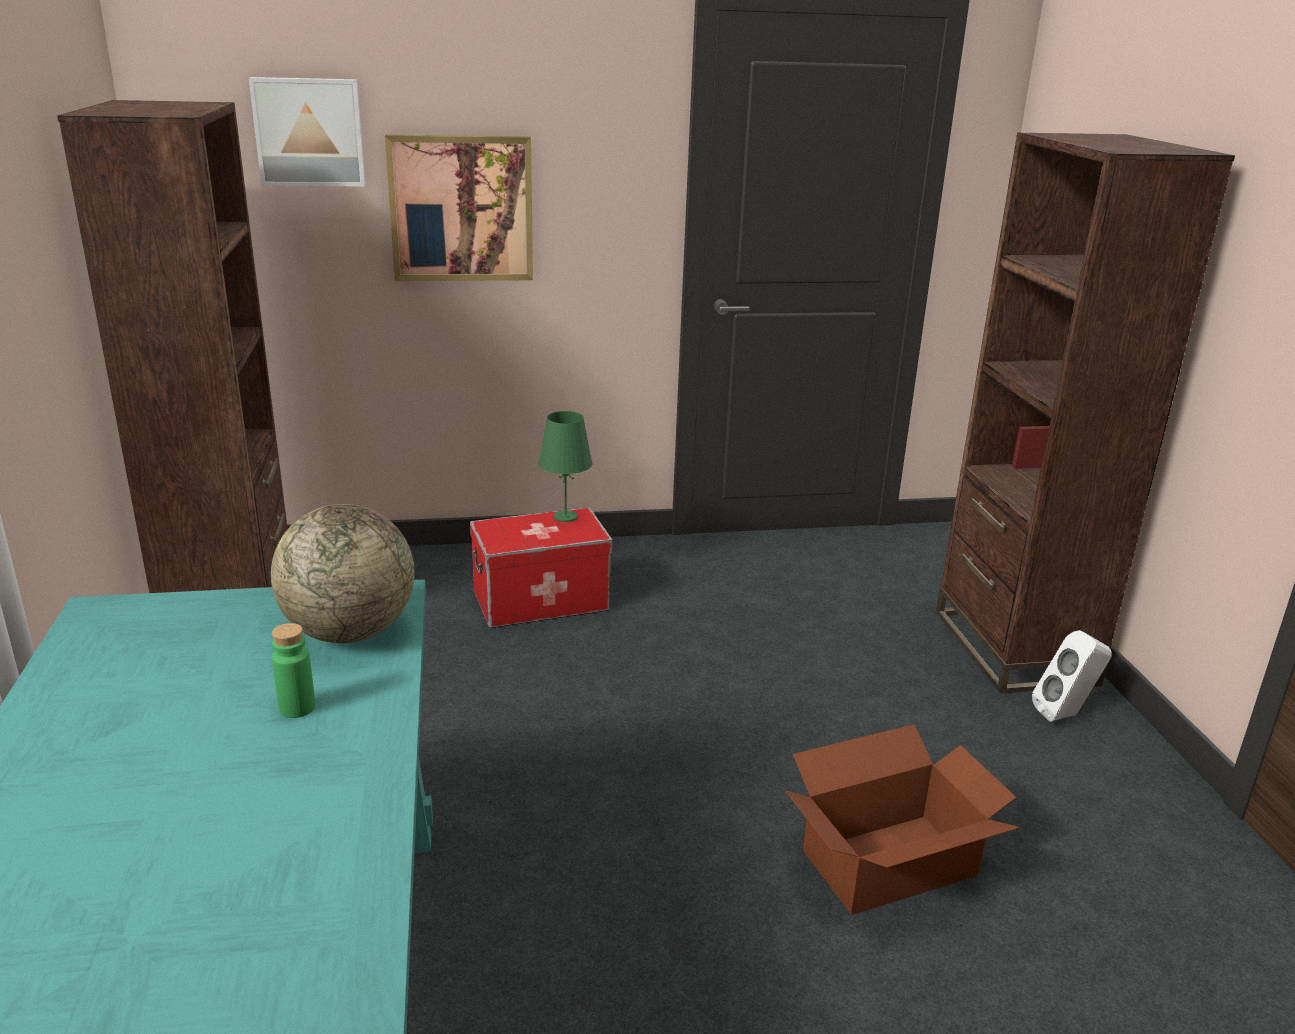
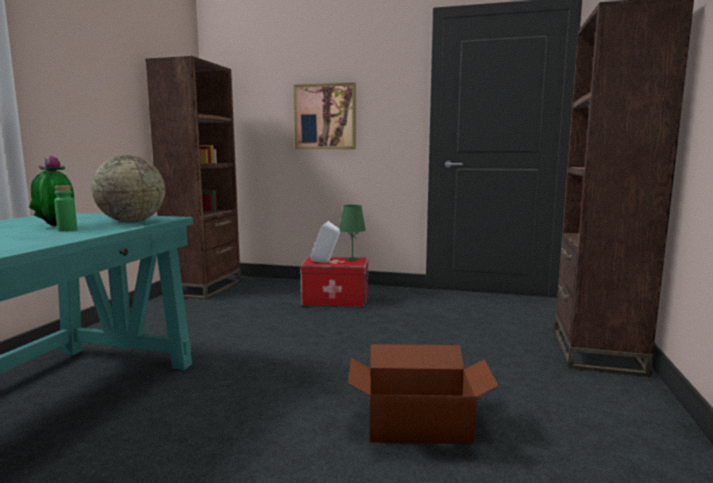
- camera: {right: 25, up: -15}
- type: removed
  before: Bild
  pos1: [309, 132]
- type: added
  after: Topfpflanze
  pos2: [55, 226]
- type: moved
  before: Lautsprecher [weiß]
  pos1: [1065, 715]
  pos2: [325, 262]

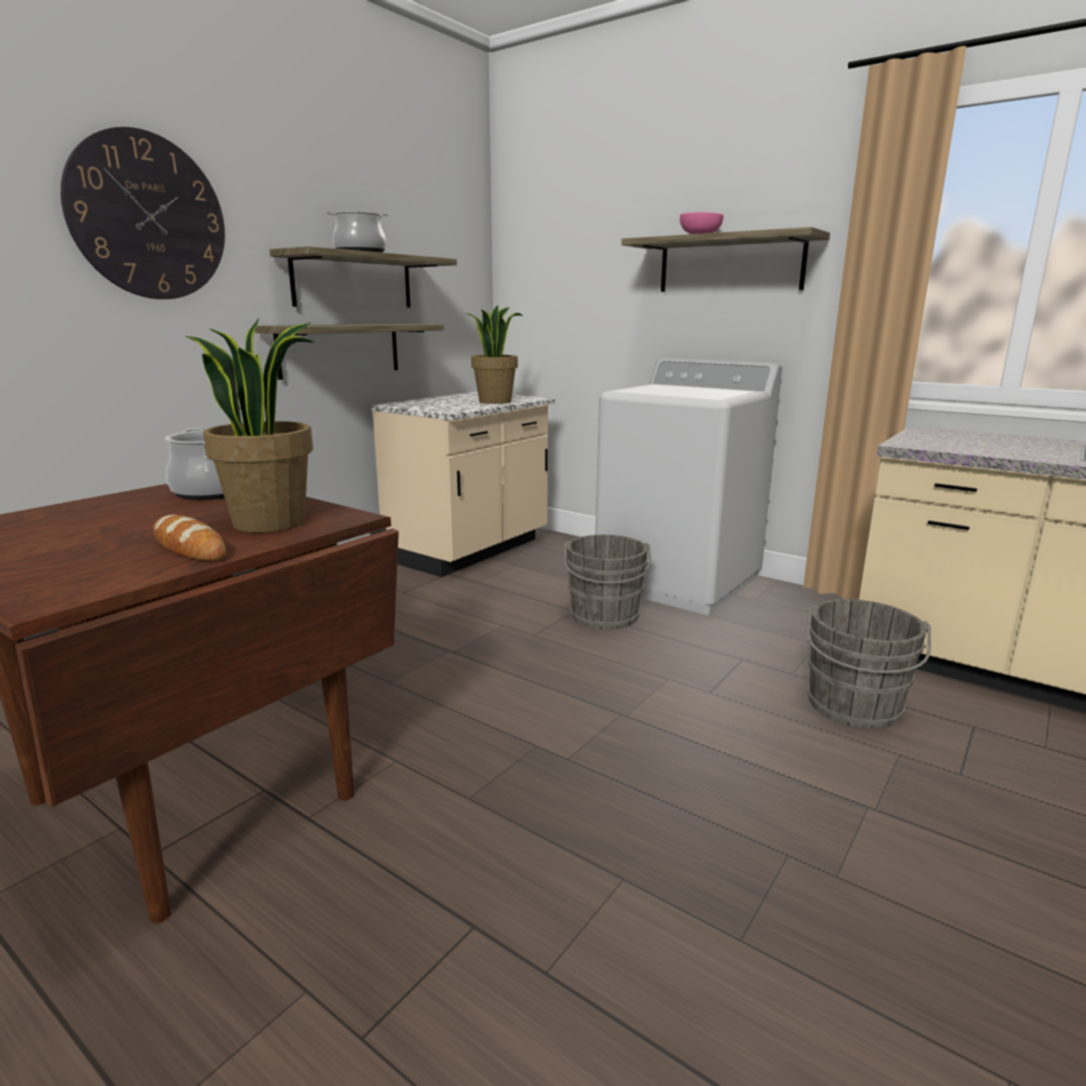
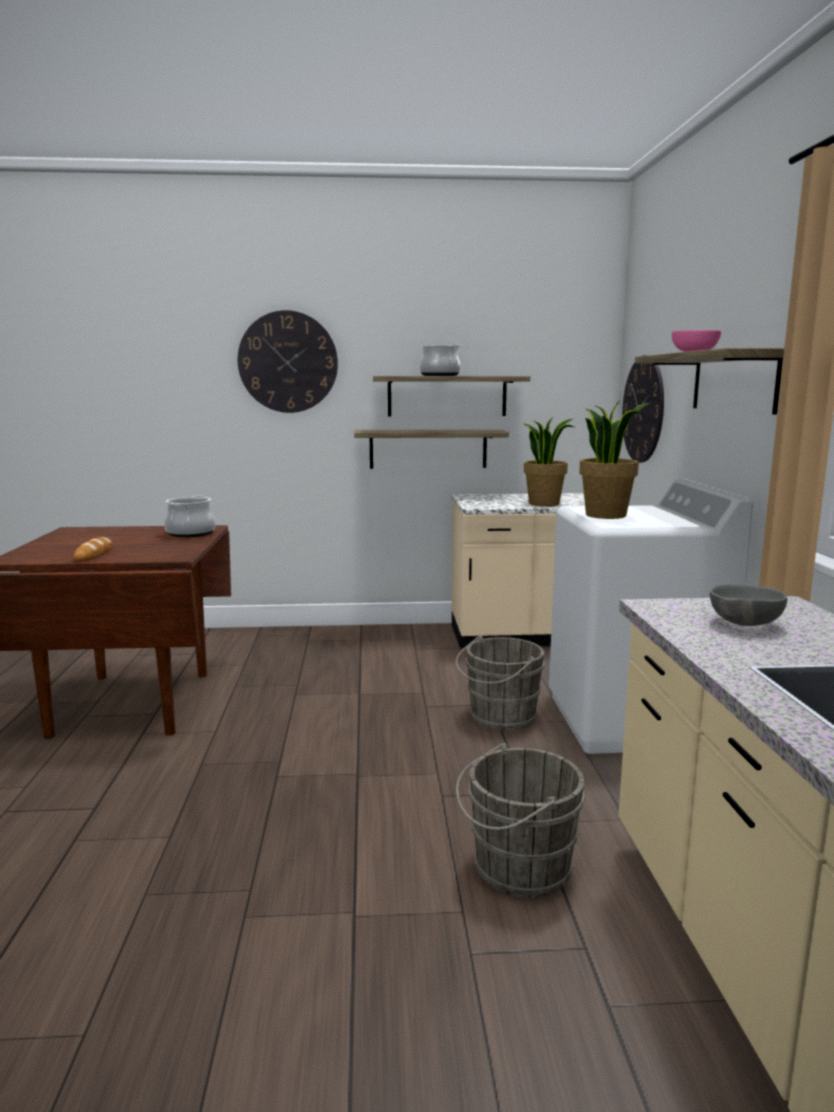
- camera: {right: 50, up: -5}
- type: added
  after: Wanduhr
  pos2: [643, 409]
- type: added
  after: Schüssel [grau]
  pos2: [743, 624]
- type: moved
  before: Topfpflanze
  pos1: [270, 522]
  pos2: [606, 515]

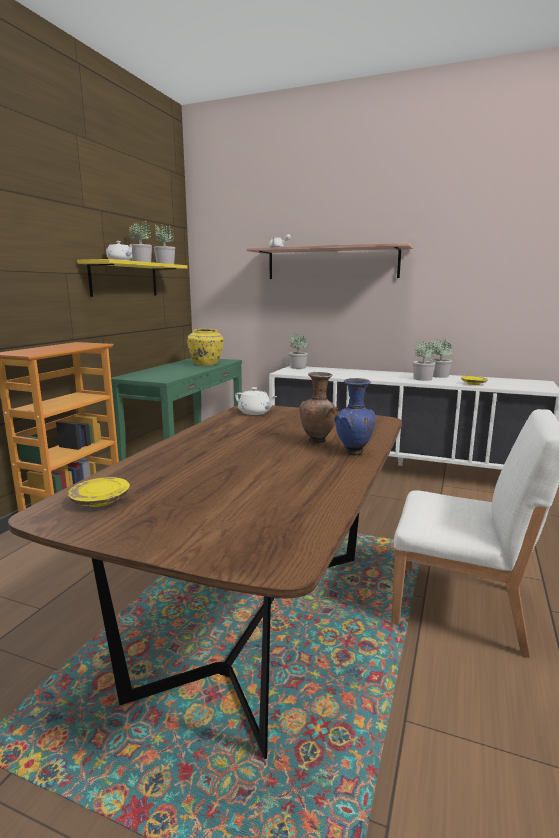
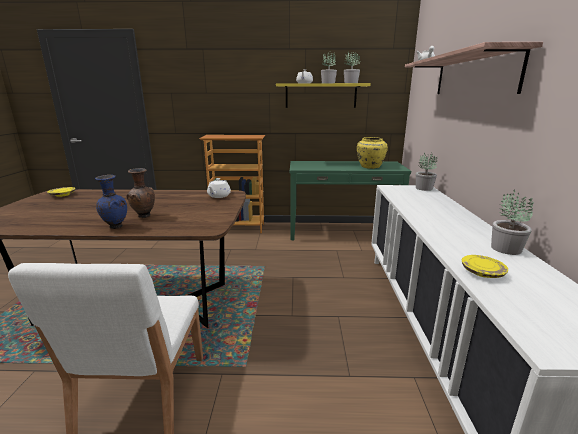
- camera: {right: 70, up: 5}
- type: removed
  before: Topfpflanze
  pos1: [423, 379]

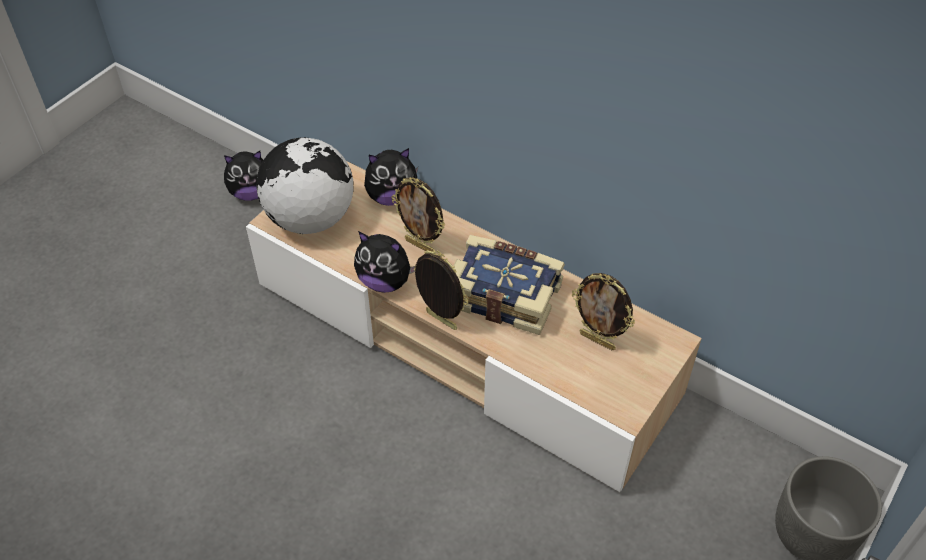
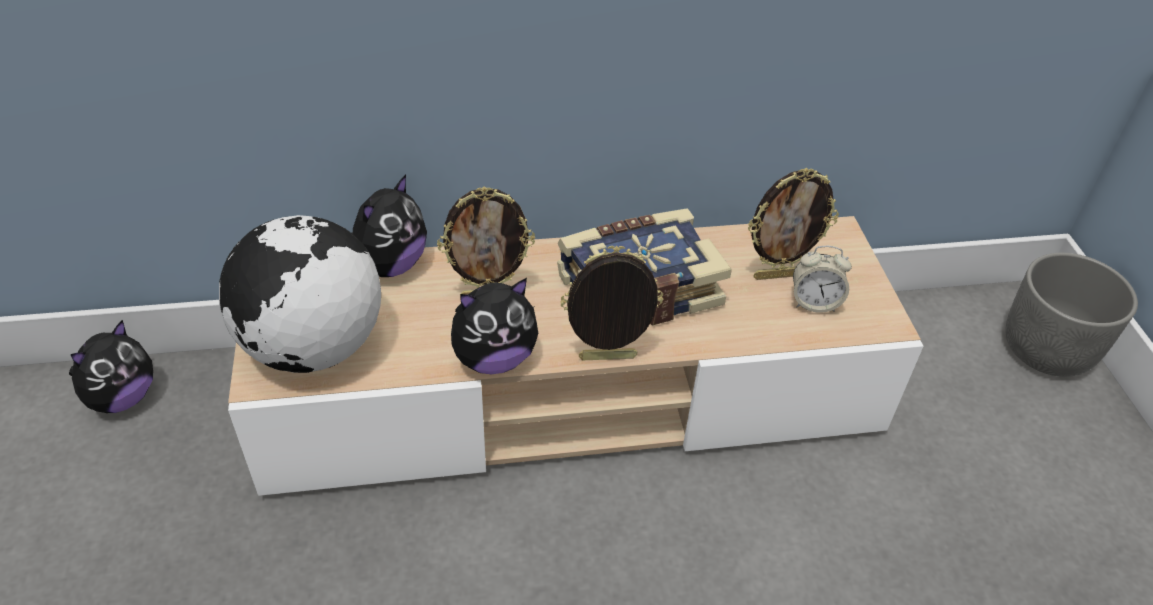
- camera: {right: -45, up: -5}
- type: added
  after: Wecker
  pos2: [814, 302]

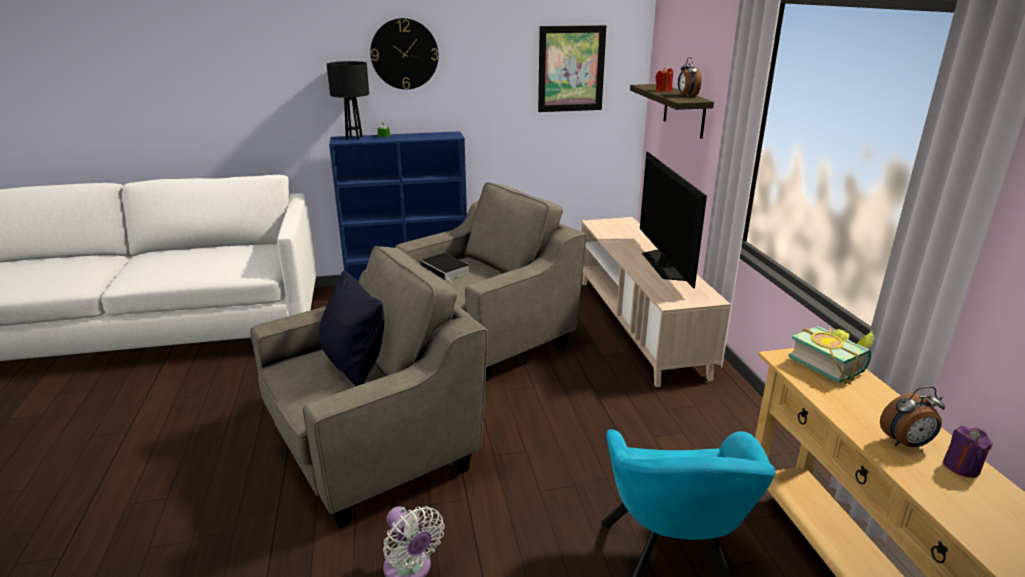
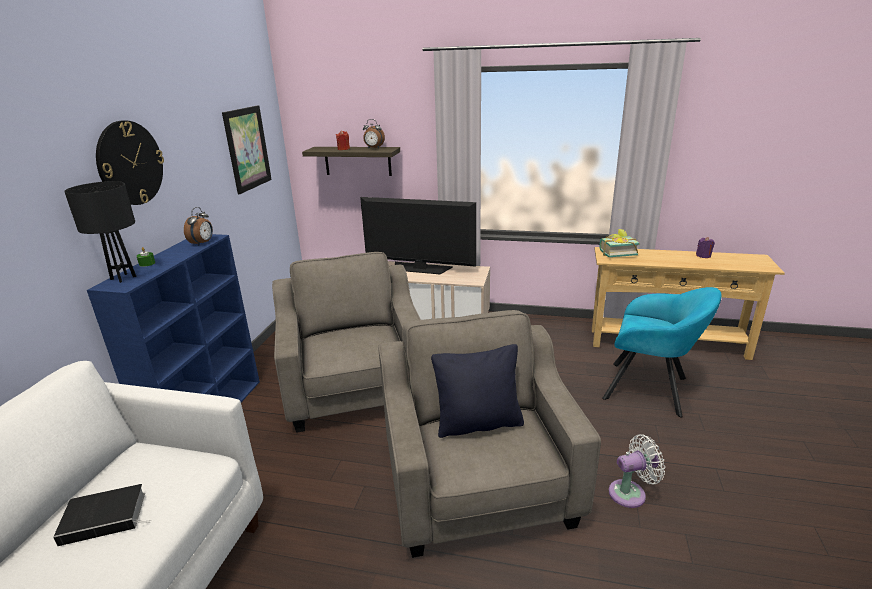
- camera: {right: -65, up: 0}
- type: moved
  before: Buch
  pos1: [446, 270]
  pos2: [107, 517]
- type: moved
  before: Wecker
  pos1: [906, 444]
  pos2: [202, 243]

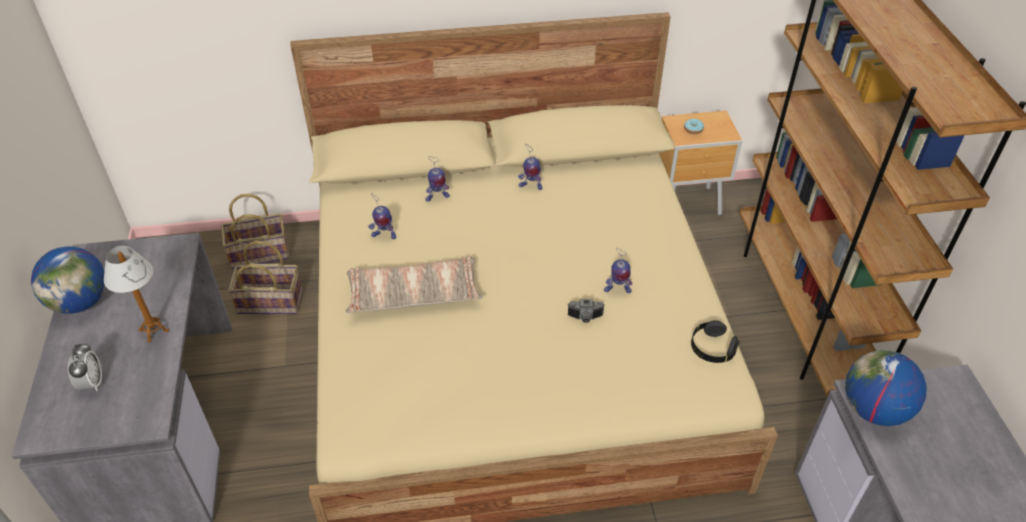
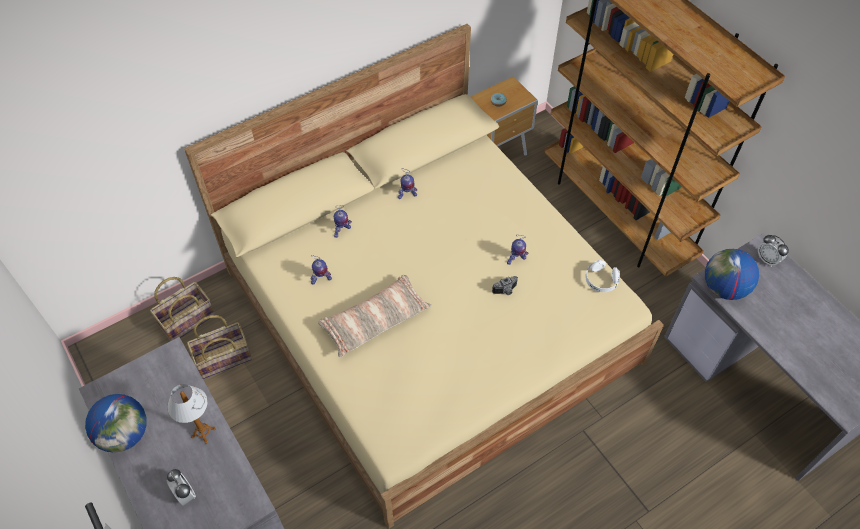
- camera: {right: -25, up: 10}
- type: added
  after: Wecker
  pos2: [767, 259]
- type: recoloured
  before: Kopfhörer [schwarz]
  after: Kopfhörer [weiß]
  pos1: [712, 349]
  pos2: [600, 281]

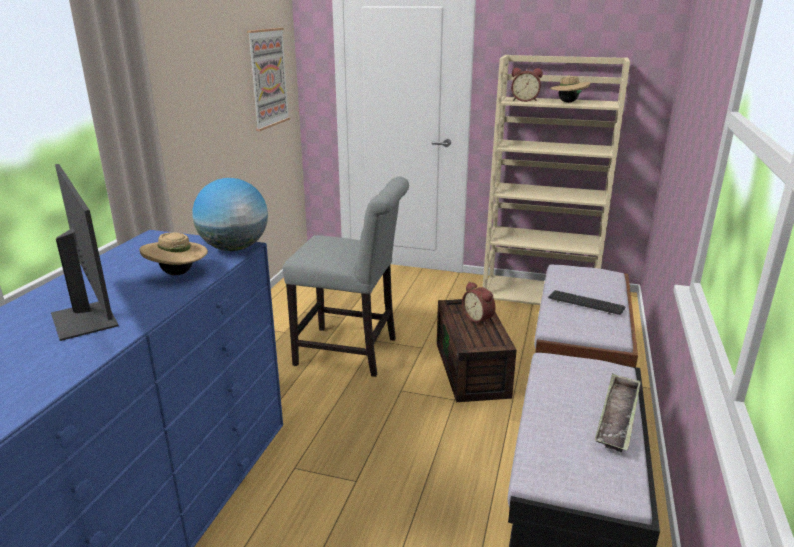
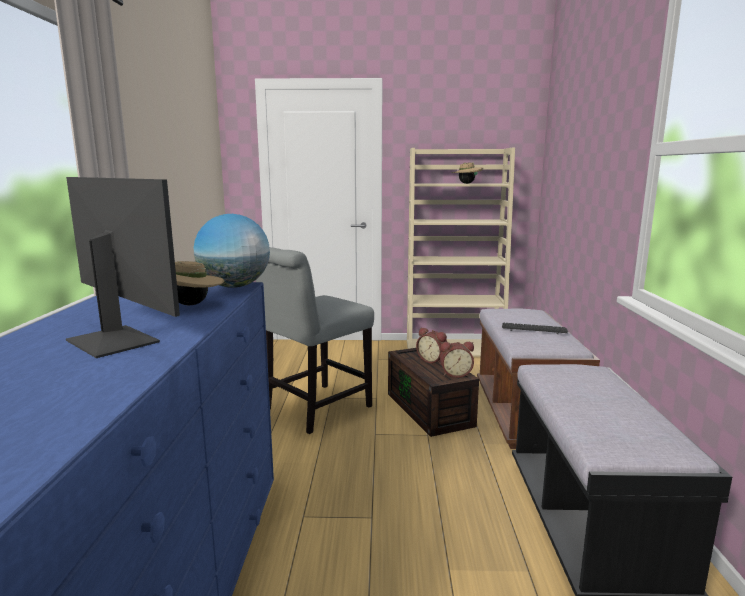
- camera: {right: -15, up: -10}
- type: removed
  before: Bild
  pos1: [268, 78]
- type: removed
  before: Tablett
  pos1: [617, 417]
- type: moved
  before: Wecker
  pos1: [524, 100]
  pos2: [455, 374]
- type: turned
  before: Stuhl [grau]
  pos1: [352, 352]
  pos2: [313, 410]
  turn: 135

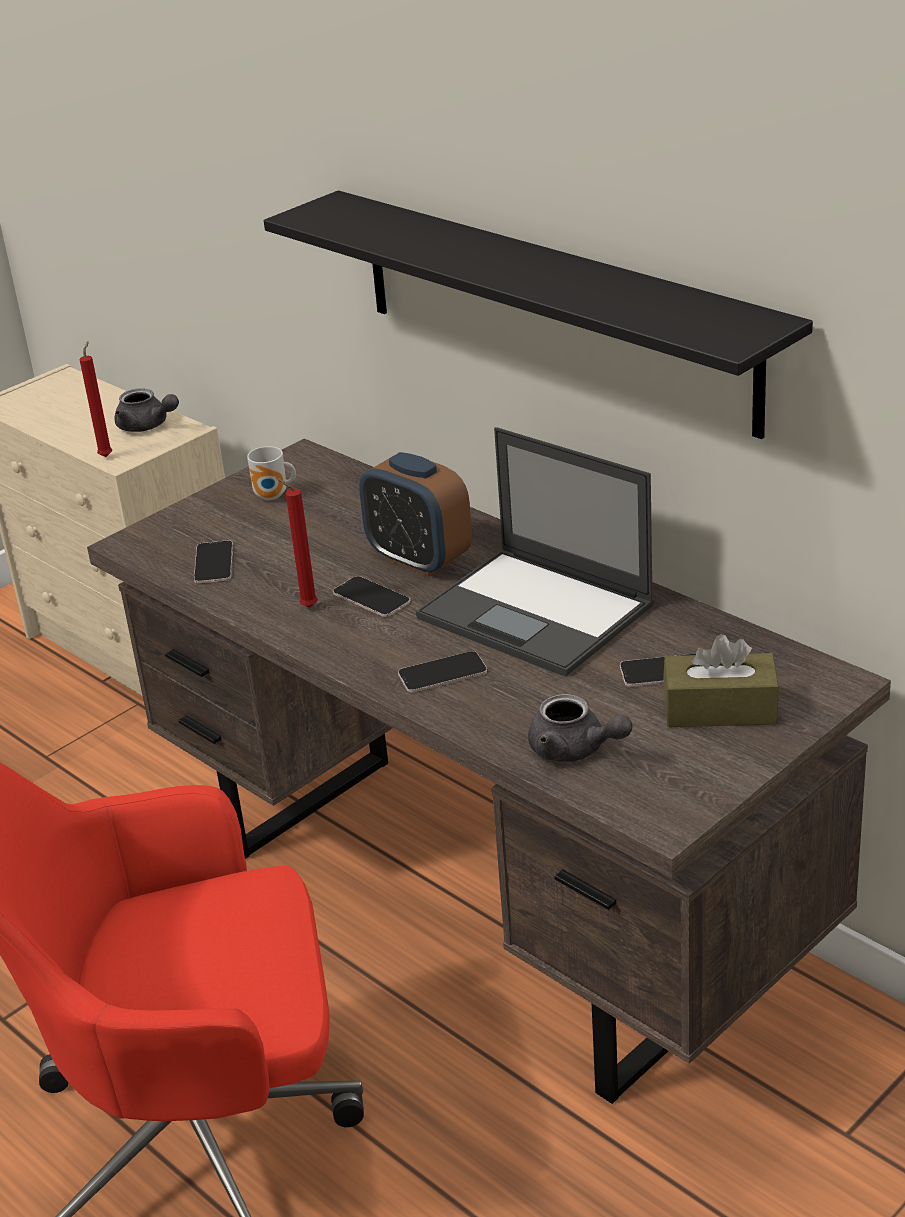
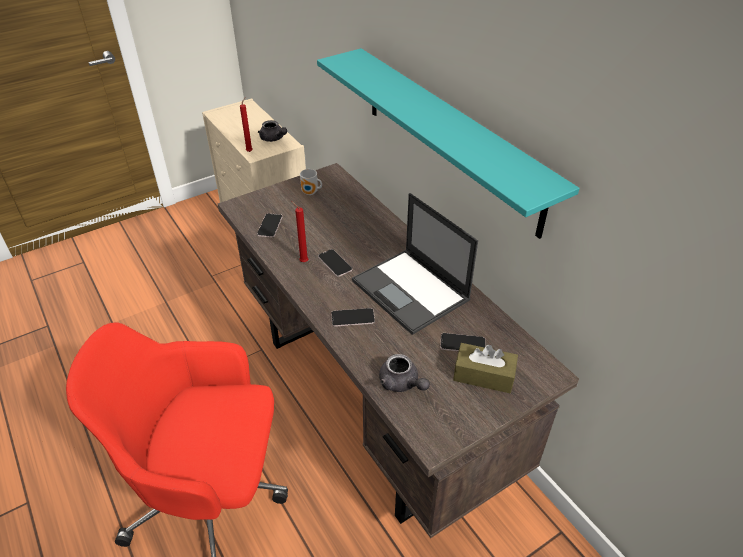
- camera: {right: 10, up: 10}
- type: removed
  before: Wecker
  pos1: [419, 559]
- type: recoloured
  before: Wandregal [schwarz]
  after: Wandregal [türkis]
  pos1: [552, 309]
  pos2: [449, 137]

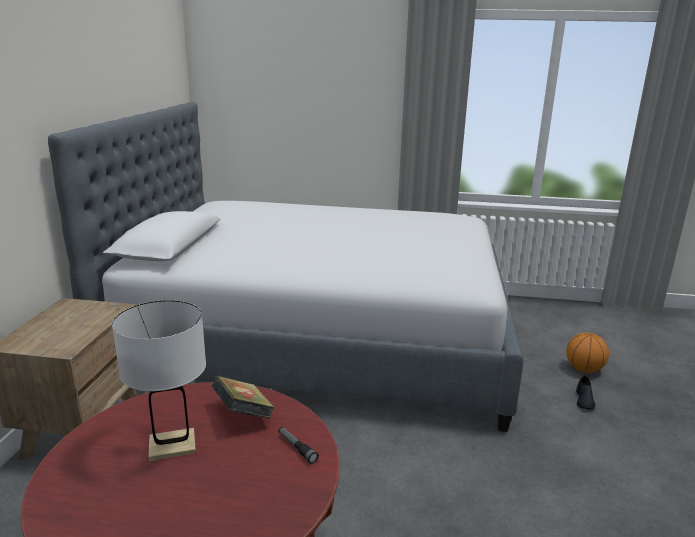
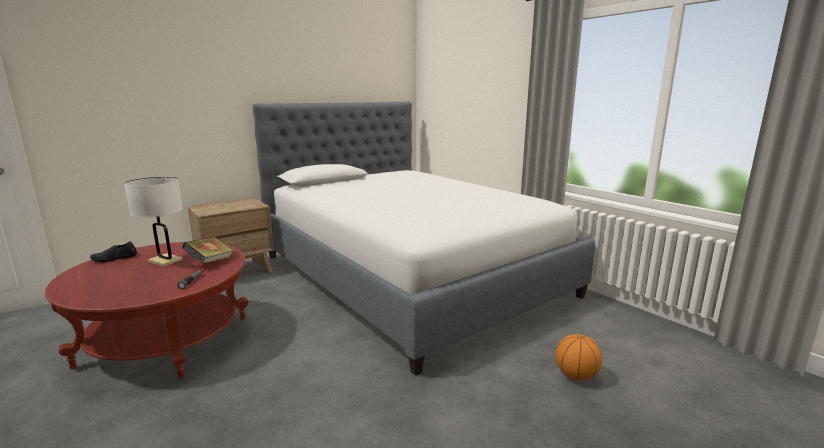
- camera: {right: 45, up: -5}
- type: moved
  before: Schuh [schwarz]
  pos1: [584, 400]
  pos2: [114, 258]

